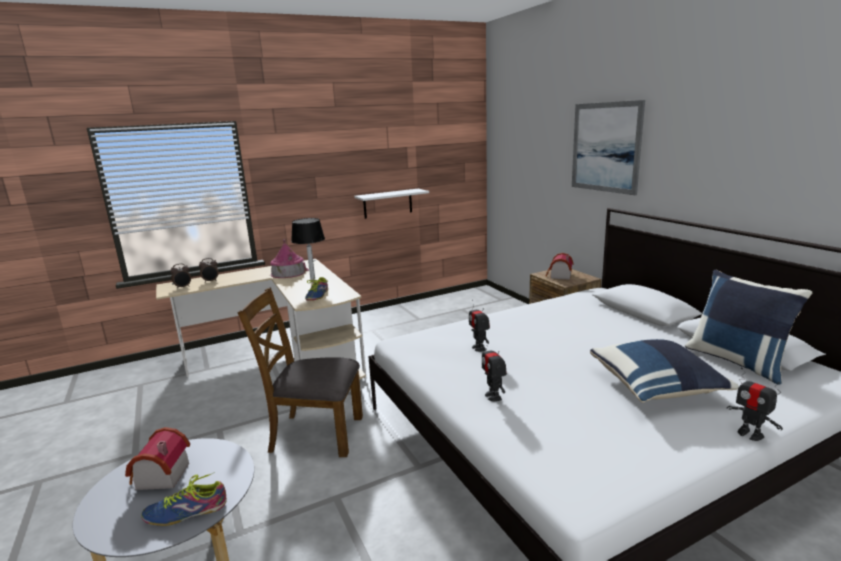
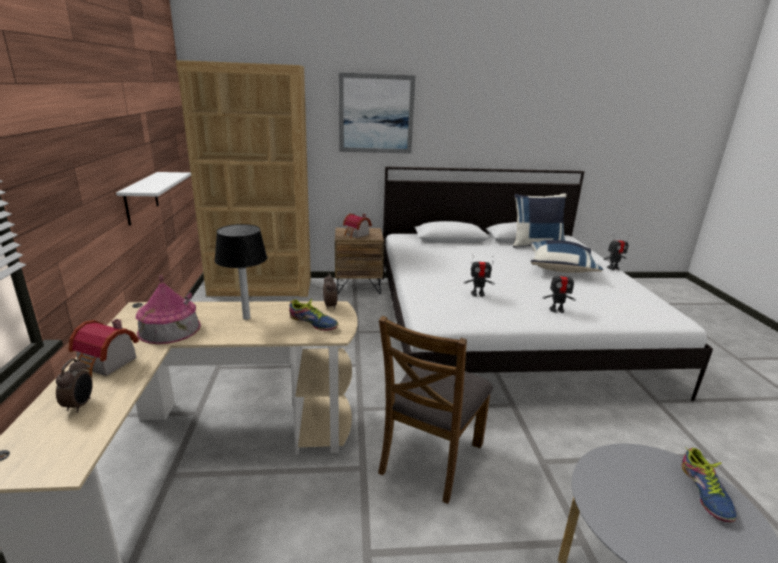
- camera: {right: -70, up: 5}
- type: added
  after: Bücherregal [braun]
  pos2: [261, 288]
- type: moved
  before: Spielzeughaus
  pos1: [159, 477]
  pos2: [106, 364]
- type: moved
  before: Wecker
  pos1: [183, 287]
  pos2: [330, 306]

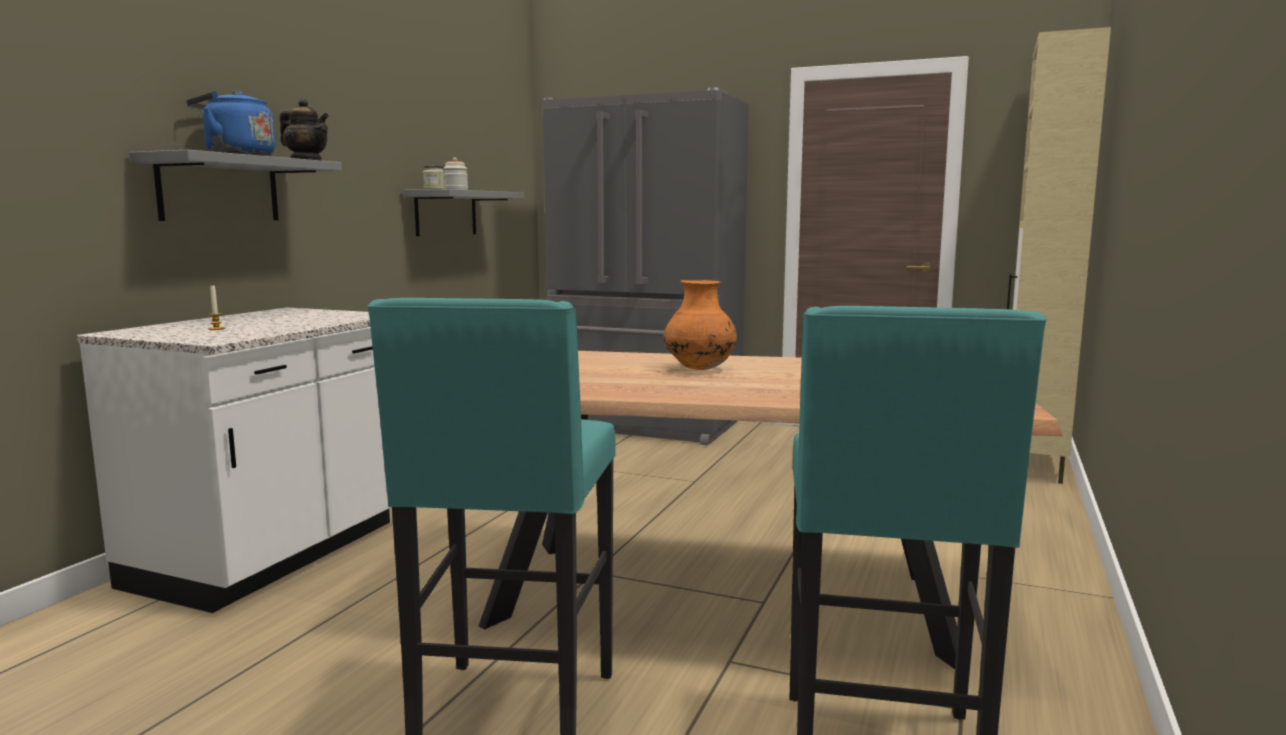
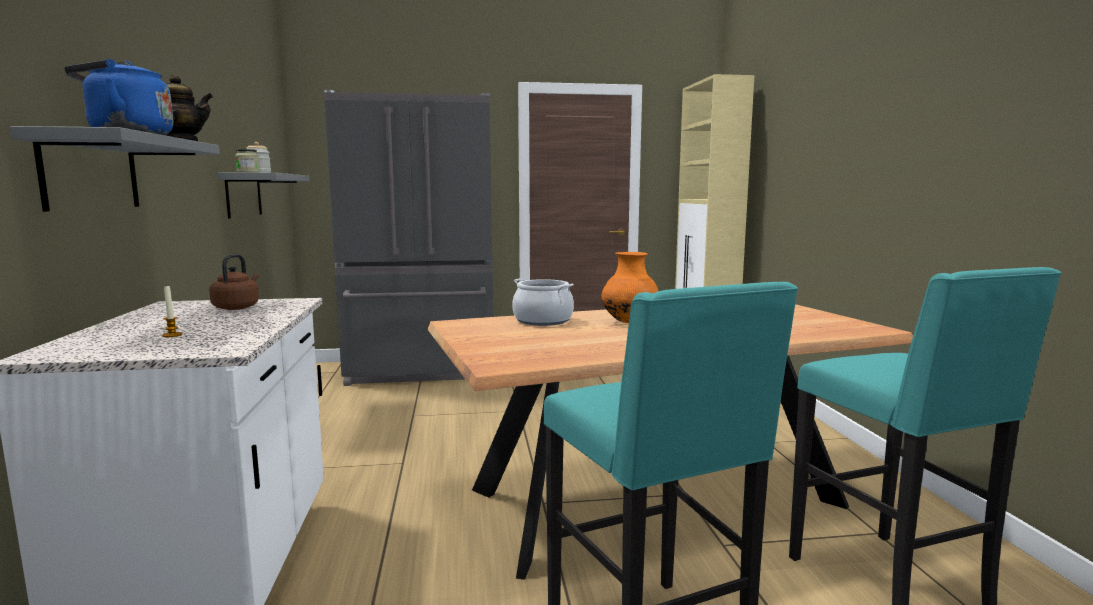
- camera: {right: -30, up: 0}
- type: added
  after: Wasserkessel [braun]
  pos2: [237, 307]
- type: added
  after: Kochtopf
  pos2: [543, 320]

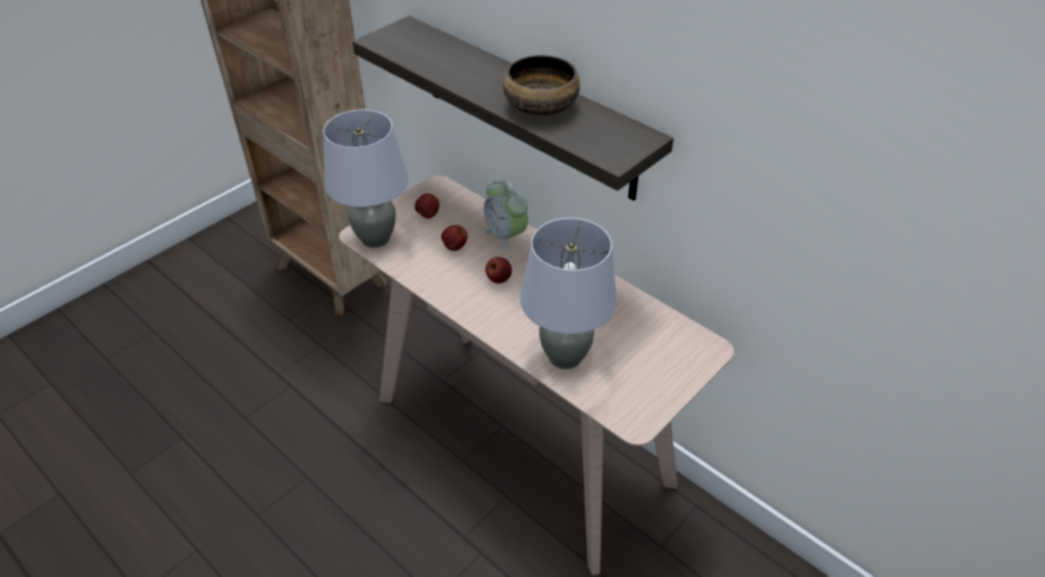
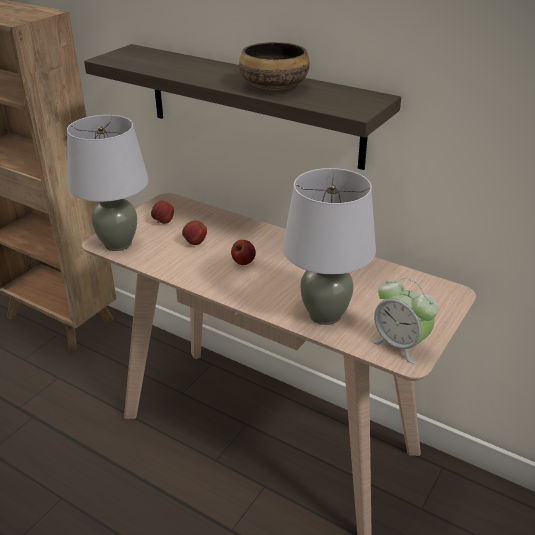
- camera: {right: -10, up: -10}
- type: moved
  before: Wecker
  pos1: [505, 236]
  pos2: [400, 345]

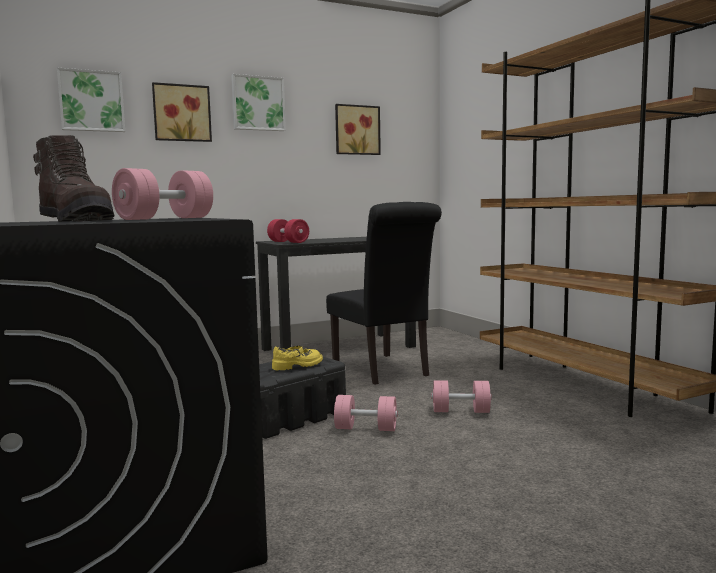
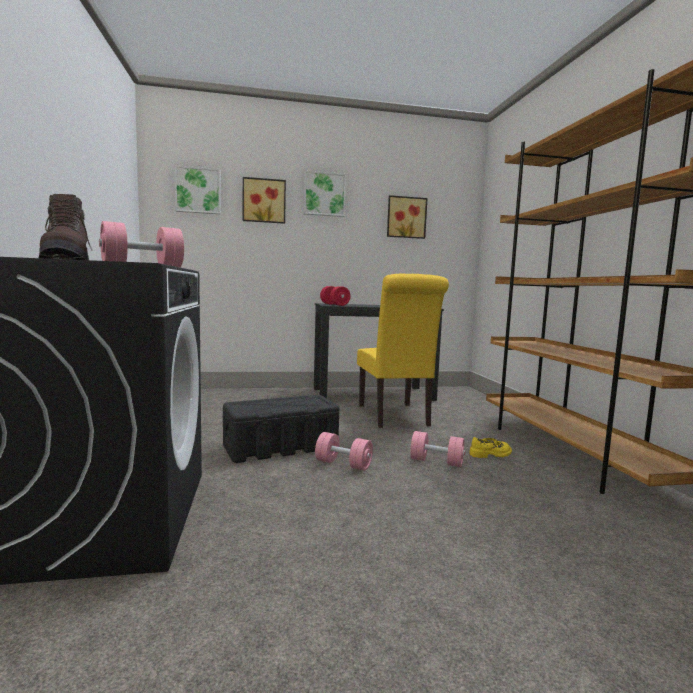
- camera: {right: 15, up: 0}
- type: moved
  before: Schuh [gelb]
  pos1: [298, 365]
  pos2: [490, 454]
- type: recoloured
  before: Stuhl [schwarz]
  after: Stuhl [gelb]
  pos1: [383, 370]
  pos2: [395, 417]

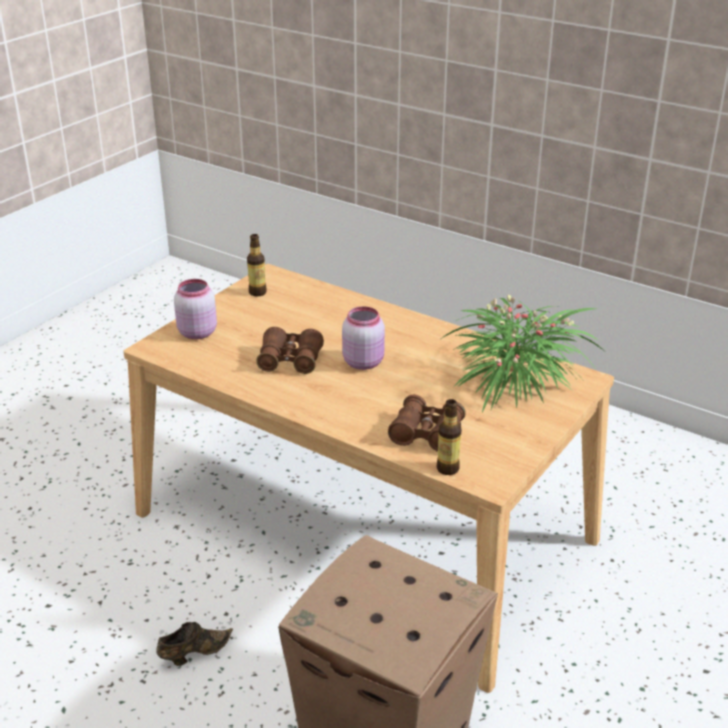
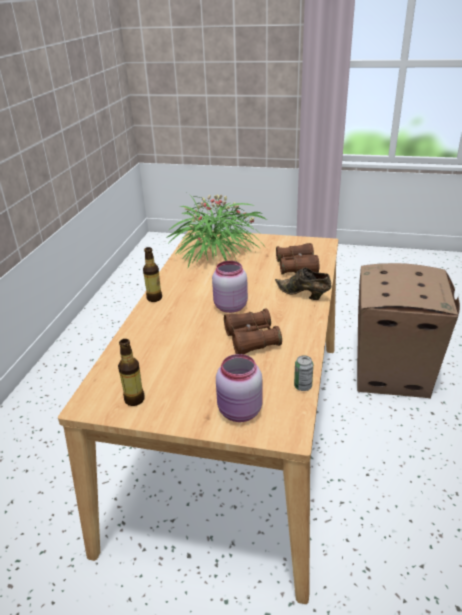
- camera: {right: -110, up: 0}
- type: added
  after: Dose
  pos2: [303, 386]
- type: moved
  before: Schuh [braun]
  pos1: [193, 653]
  pos2: [303, 295]
- type: moved
  before: Flasche
  pos1: [447, 468]
  pos2: [154, 298]

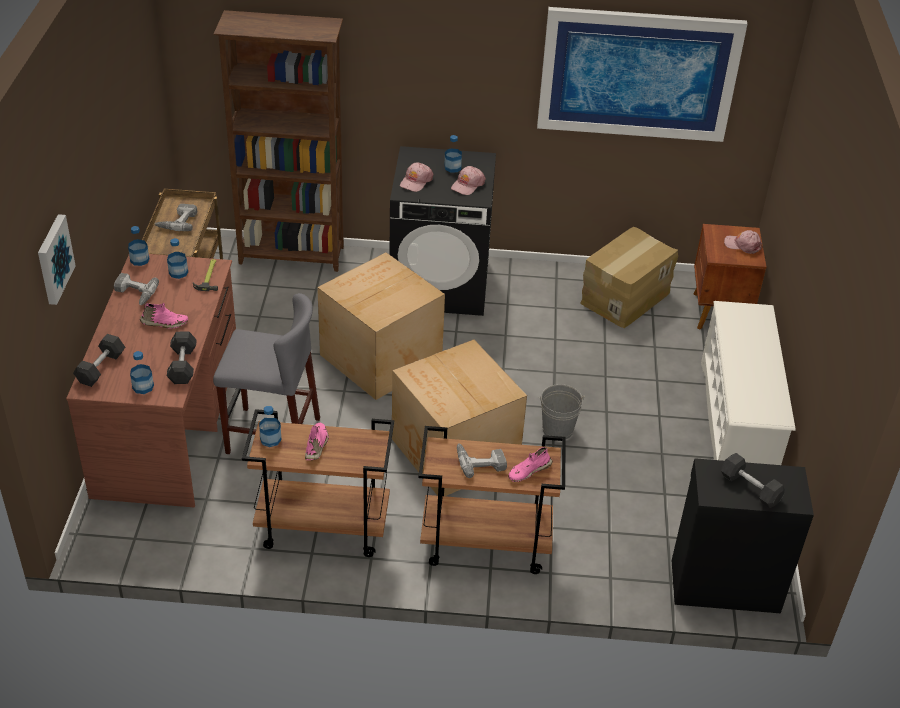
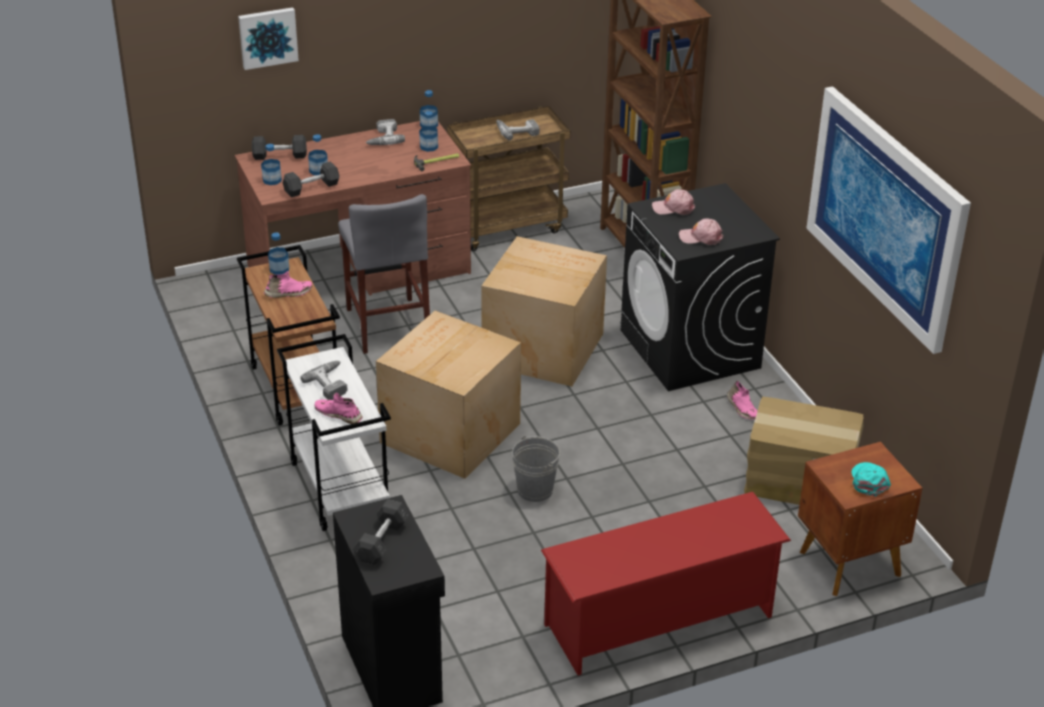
- camera: {right: 65, up: -5}
- type: moved
  before: Schuh [rosa]
  pos1: [164, 323]
  pos2: [742, 408]
- type: moved
  before: Flasche
  pos1: [452, 167]
  pos2: [318, 171]
- type: recoloured
  before: Rollwagen [braun]
  after: Rollwagen [weiß]
  pos1: [484, 545]
  pos2: [338, 487]
- type: recoloured
  before: Schuhregal [weiß]
  after: Schuhregal [rot]
  pos1: [736, 422]
  pos2: [659, 621]
- type: recoloured
  before: Kappe [rosa]
  after: Kappe [türkis]
  pos1: [742, 245]
  pos2: [869, 481]

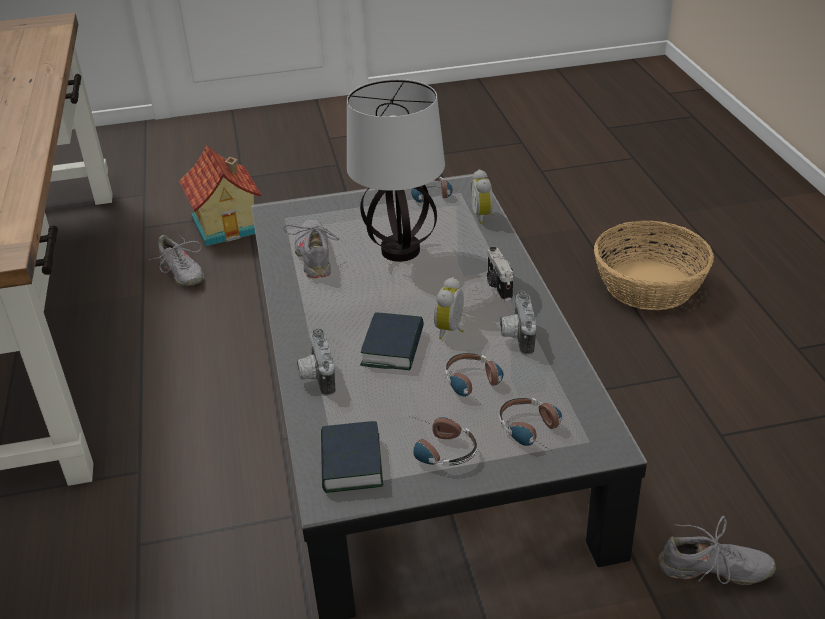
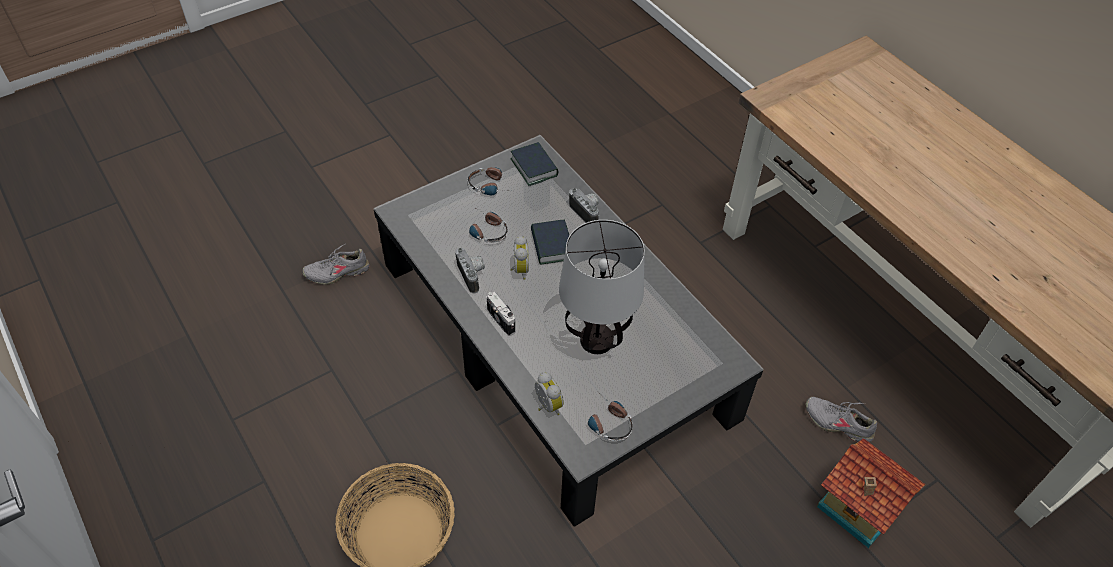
- camera: {right: 155, up: 15}
- type: removed
  before: Schuh [grau]
  pos1: [316, 256]
- type: removed
  before: Kopfhörer
  pos1: [535, 432]

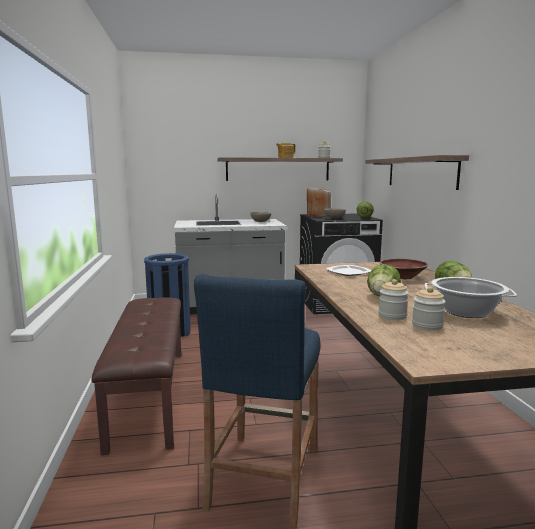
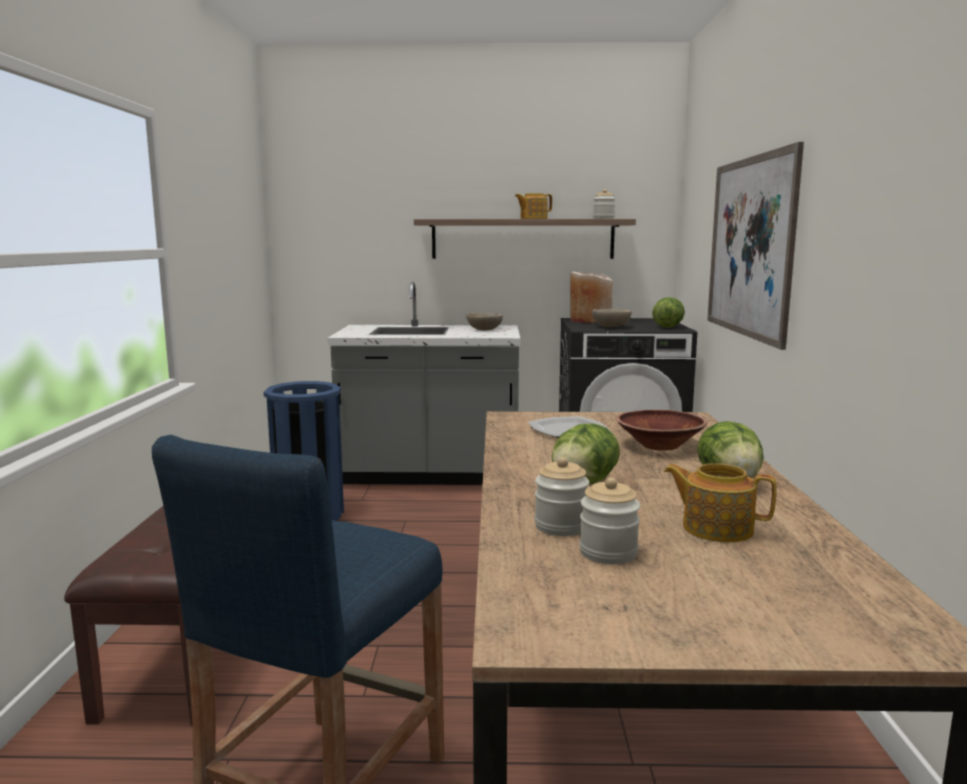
- camera: {right: 10, up: 0}
- type: replaced
  before: Wandregal
  after: Bild
  pos1: [420, 172]
  pos2: [749, 247]
- type: replaced
  before: Kochtopf
  after: Teekanne
  pos1: [466, 312]
  pos2: [716, 528]

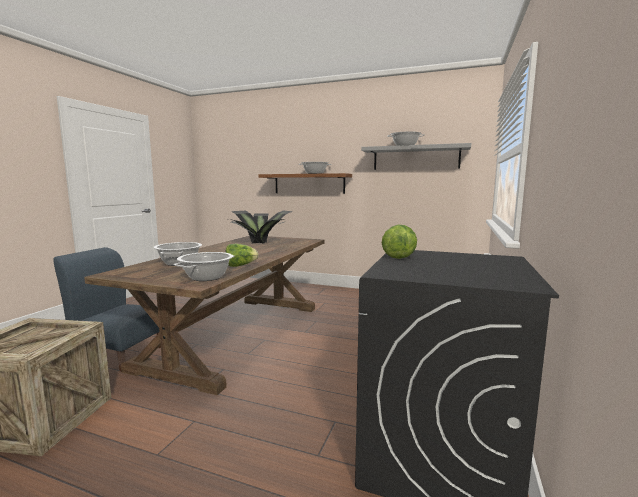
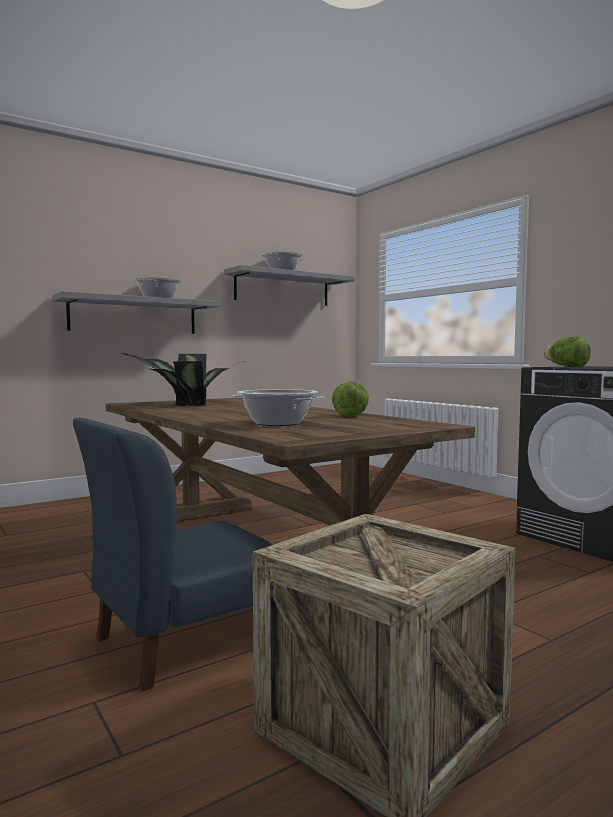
- camera: {right: -55, up: -5}
- type: removed
  before: Kochtopf
  pos1: [206, 277]
- type: recoloured
  before: Wandregal [braun]
  after: Wandregal [grau]
  pos1: [309, 183]
  pos2: [134, 316]

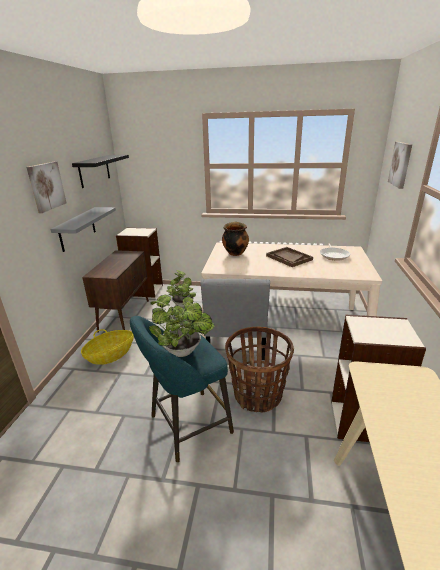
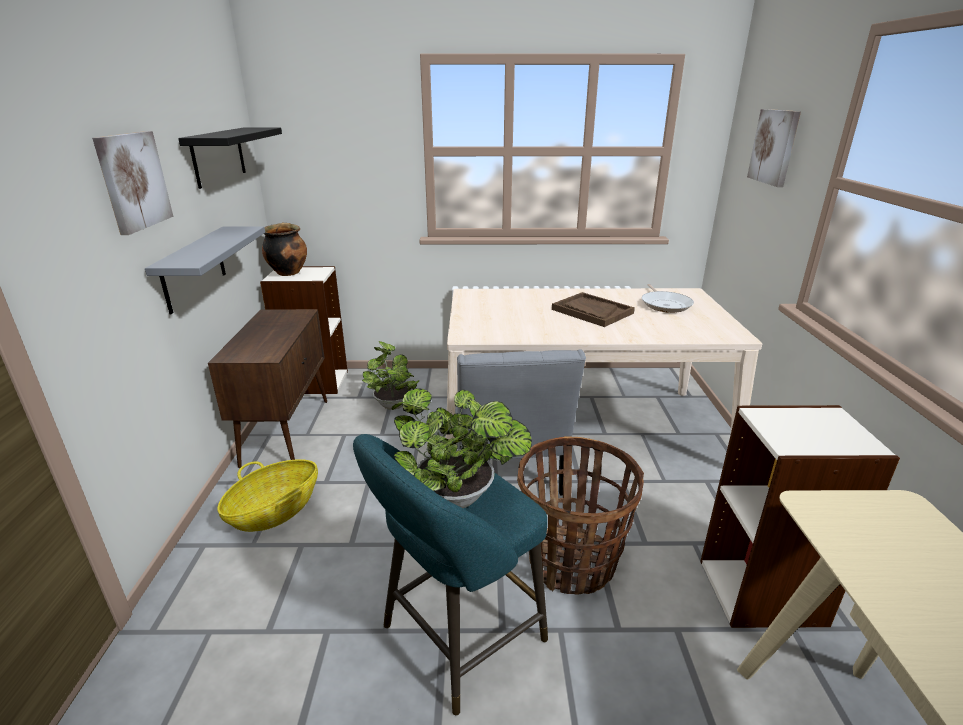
- camera: {right: -10, up: 0}
- type: moved
  before: Kochtopf
  pos1: [235, 253]
  pos2: [288, 272]

